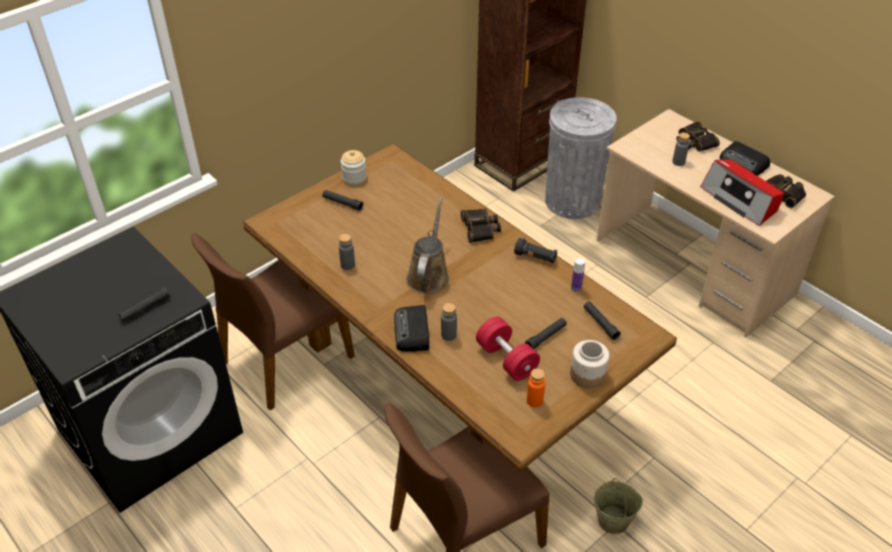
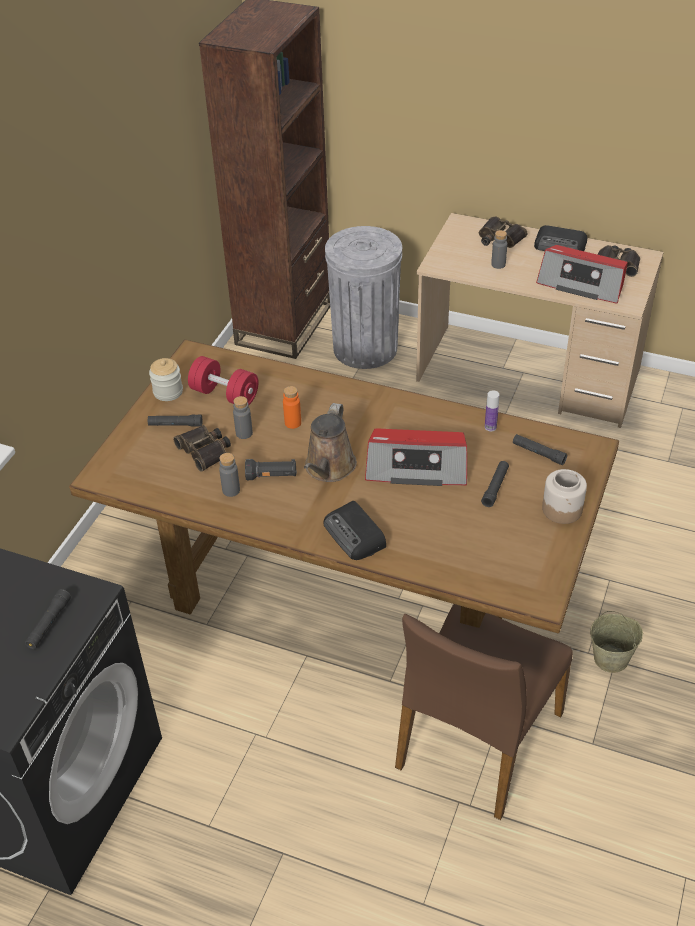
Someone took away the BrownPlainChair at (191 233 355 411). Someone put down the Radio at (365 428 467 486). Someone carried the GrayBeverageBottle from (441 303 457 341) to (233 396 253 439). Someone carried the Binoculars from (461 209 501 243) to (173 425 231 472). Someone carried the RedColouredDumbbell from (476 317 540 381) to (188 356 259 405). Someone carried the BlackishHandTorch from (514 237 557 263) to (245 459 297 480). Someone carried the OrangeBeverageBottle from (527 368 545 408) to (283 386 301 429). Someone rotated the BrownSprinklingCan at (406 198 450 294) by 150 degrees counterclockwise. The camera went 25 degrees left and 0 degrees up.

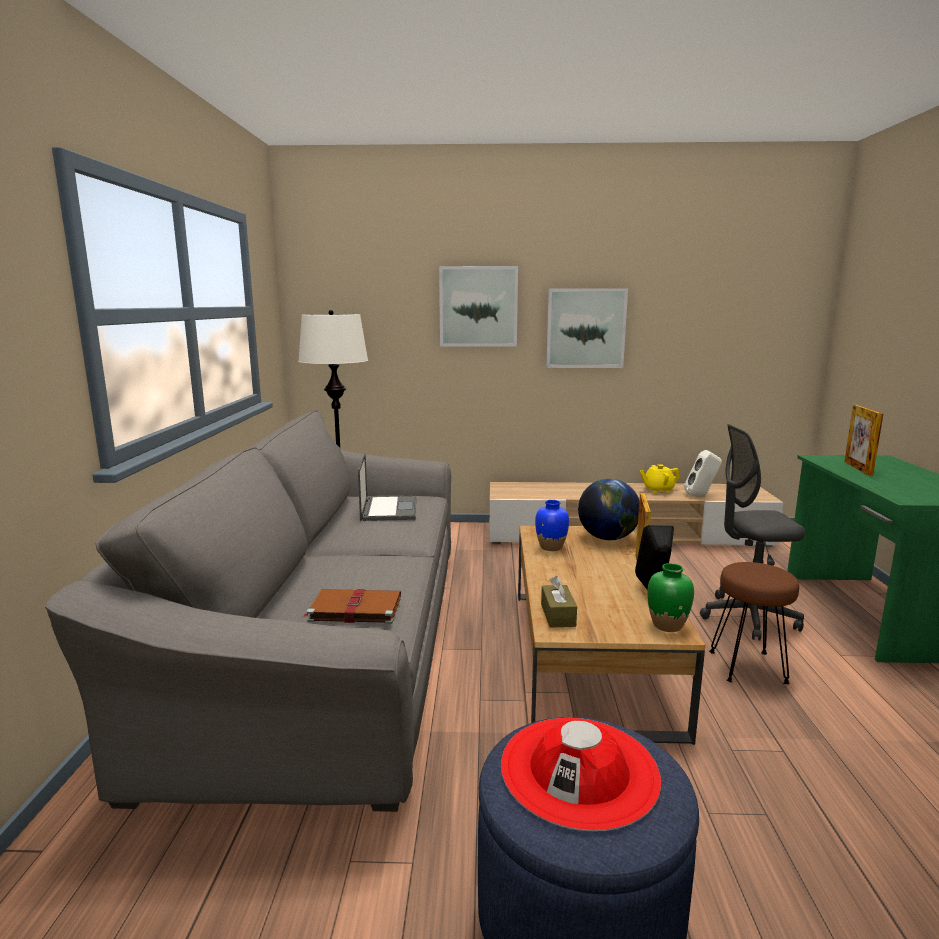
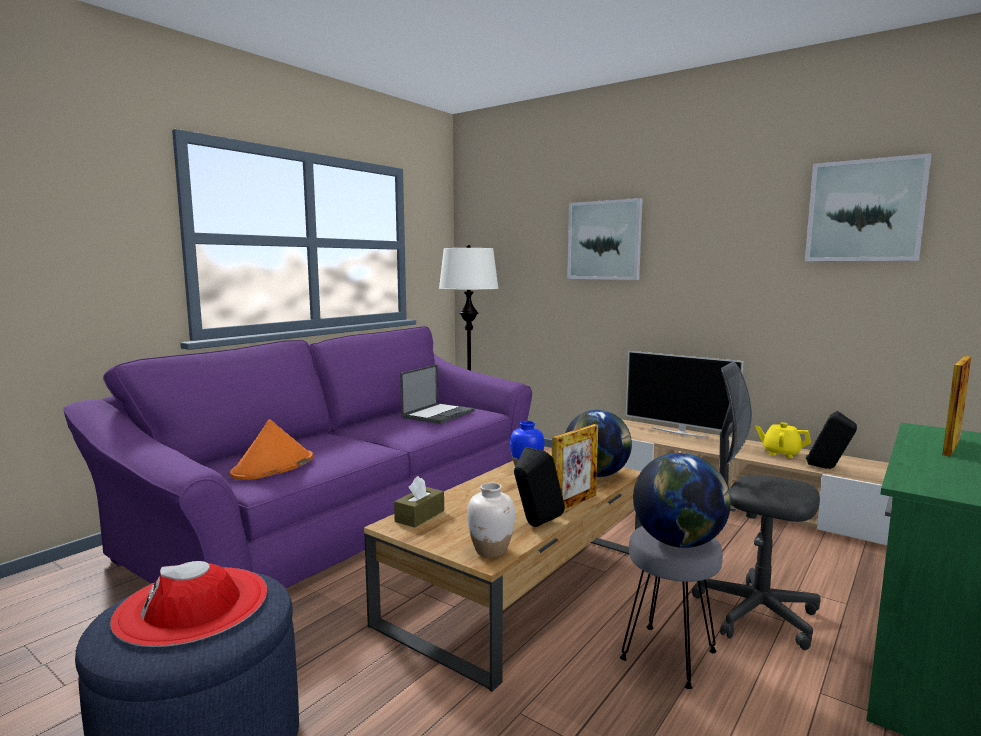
Someone put down the TvSet at (626 351 743 438). Someone put down the Globe at (633 453 731 548). Someone carried the Picture from (546 288 628 368) to (805 153 932 261). Someone swapped the BrownBook at (302 589 401 624) for the OrangeWearableHat at (230 419 313 480). Someone repainted the GraySofa at (45 410 451 812), which became the PurplishSofa at (64 326 532 588). Someone repainted the GreenishVase at (647 563 694 632), which became the WhitishVase at (467 482 515 558). Someone repainted the WhitishSpeaker at (684 450 722 496), which became the BlackishSpeaker at (806 411 857 469). Someone repainted the BrownStool at (709 562 799 684), which became the GrayStool at (620 526 723 689). The camera went 35 degrees right and 5 degrees down.

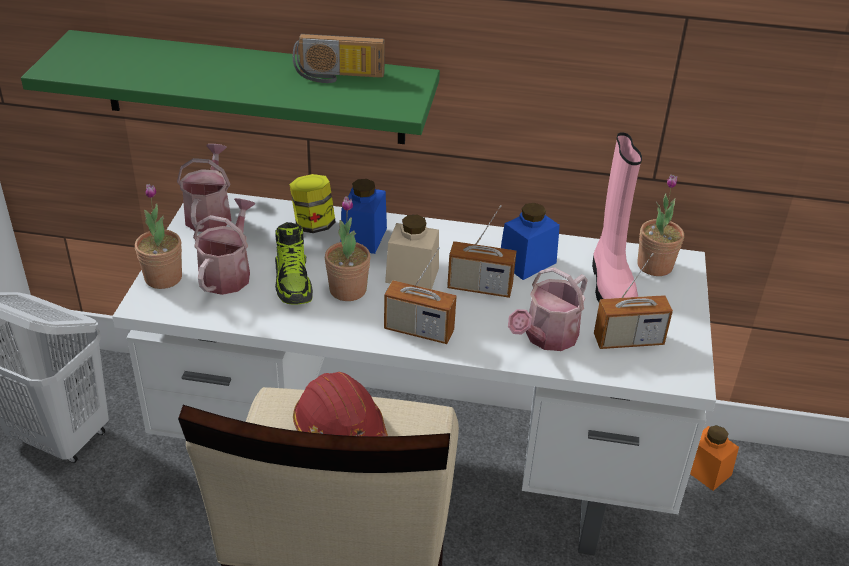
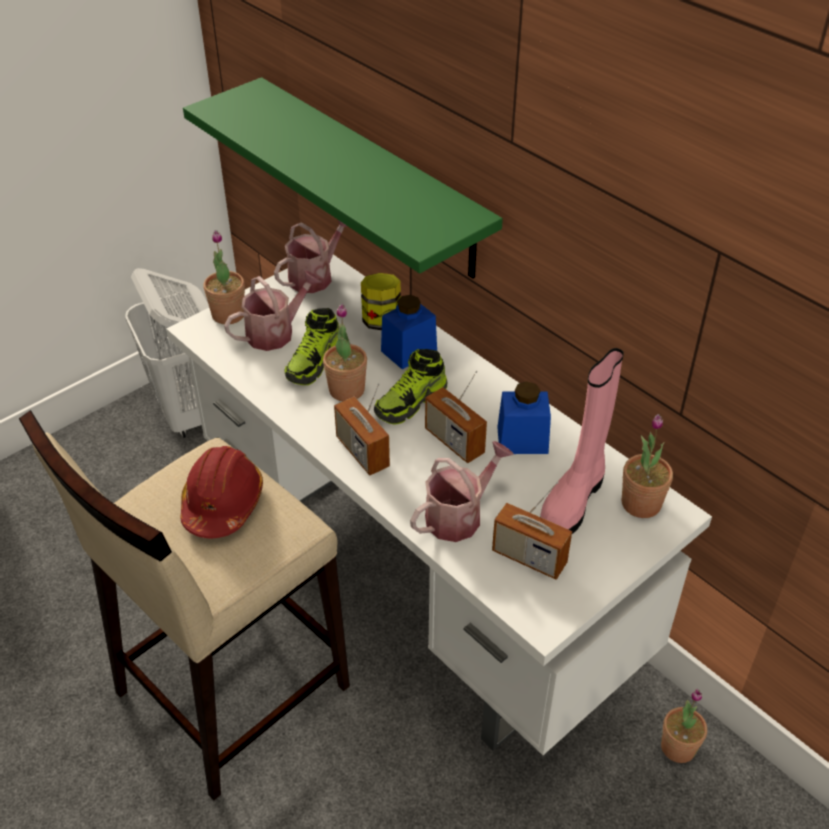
Someone took away the Radio at (292 34 385 83). Someone swapped the BeigeColouredStorageJar at (385 215 439 289) for the LowShoe at (374 349 447 425). Someone swapped the OrangeStorageJar at (690 425 739 491) for the PlantInAPot at (661 689 707 763). Someone rotated the SprinklingCan at (508 267 588 351) by 150 degrees clockwise. The camera went 40 degrees right and 5 degrees up.

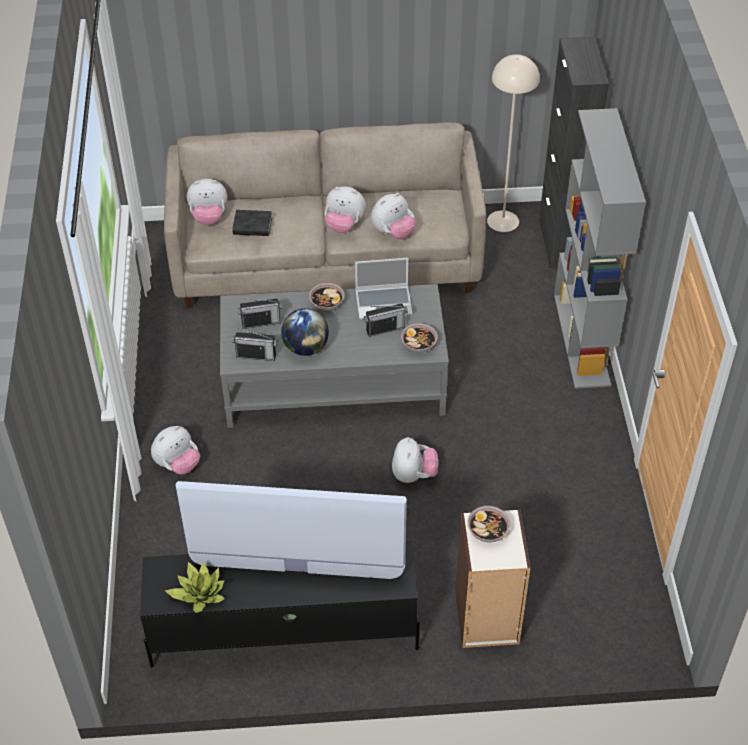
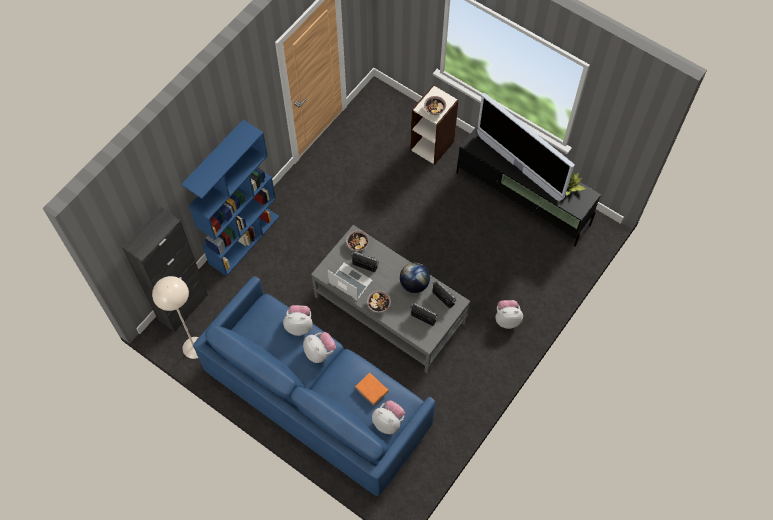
Someone took away the PlushToy at (392 437 438 483). Someone repainted the BeigeColouredSofa at (164 122 487 308), which became the BluishSofa at (193 276 435 496). Someone repainted the BlackishBook at (232 210 272 236), which became the OrangeBook at (355 373 389 406). Someone repainted the GrayShelvingUnit at (554 108 646 389), which became the BluishShelvingUnit at (181 119 279 276). The camera went 140 degrees left and 15 degrees up.

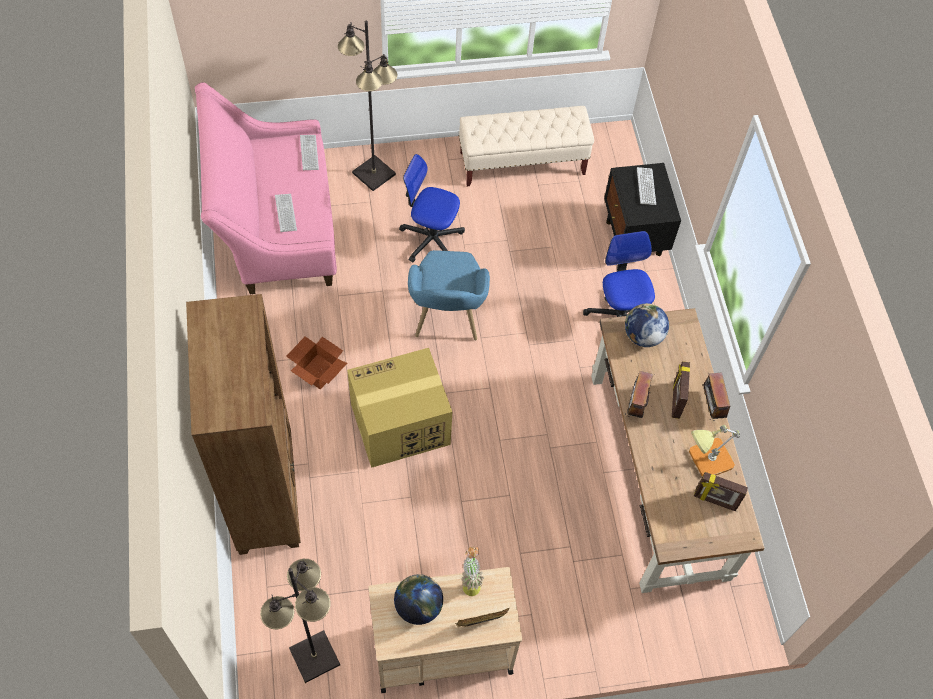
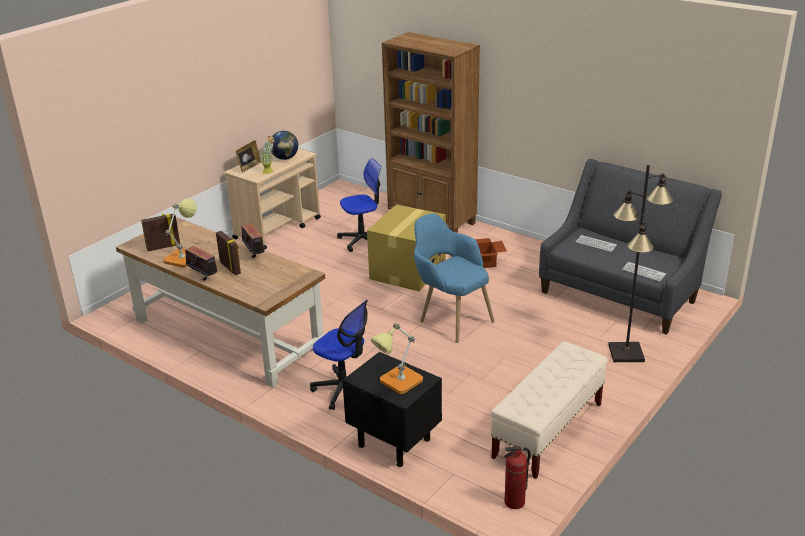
Someone took away the BlackishFloorLamp at (260 559 340 683). Someone took away the Globe at (625 303 669 347). Someone put down the FireFightingCylinder at (504 445 530 509). Someone carried the ComputerChair from (399 154 465 263) to (337 158 381 252). Someone swapped the ComputerKeyboard at (637 167 656 205) for the TabletopLamp at (371 323 423 394). Someone repainted the PinkSofa at (195 82 337 294), which became the GraySofa at (539 159 722 335). The camera went 140 degrees right and 30 degrees down.

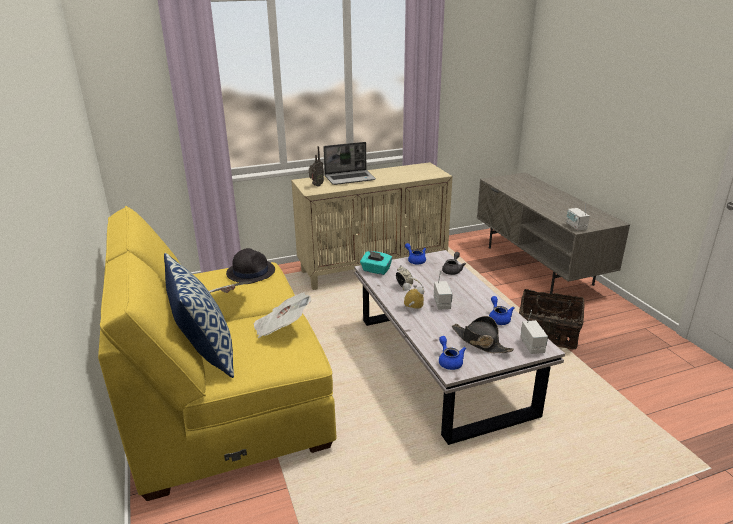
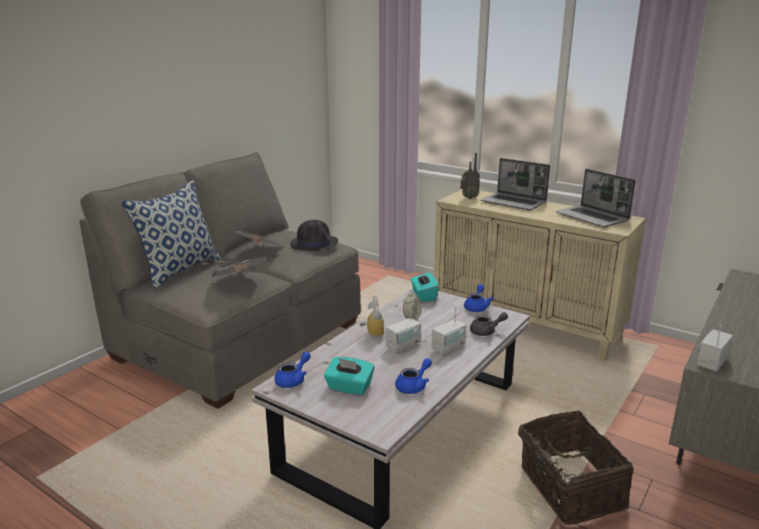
Someone put down the NotebookComputer at (556 169 636 228). Someone carried the Radio from (520 310 548 354) to (431 306 466 354). Someone swapped the BlackishWearableHat at (452 316 514 353) for the TurquoiseTissueBox at (324 357 375 395). Someone repainted the YellowColouredSofa at (98 206 337 501), which became the GraySofa at (80 152 361 409). The camera went 55 degrees right and 5 degrees down.

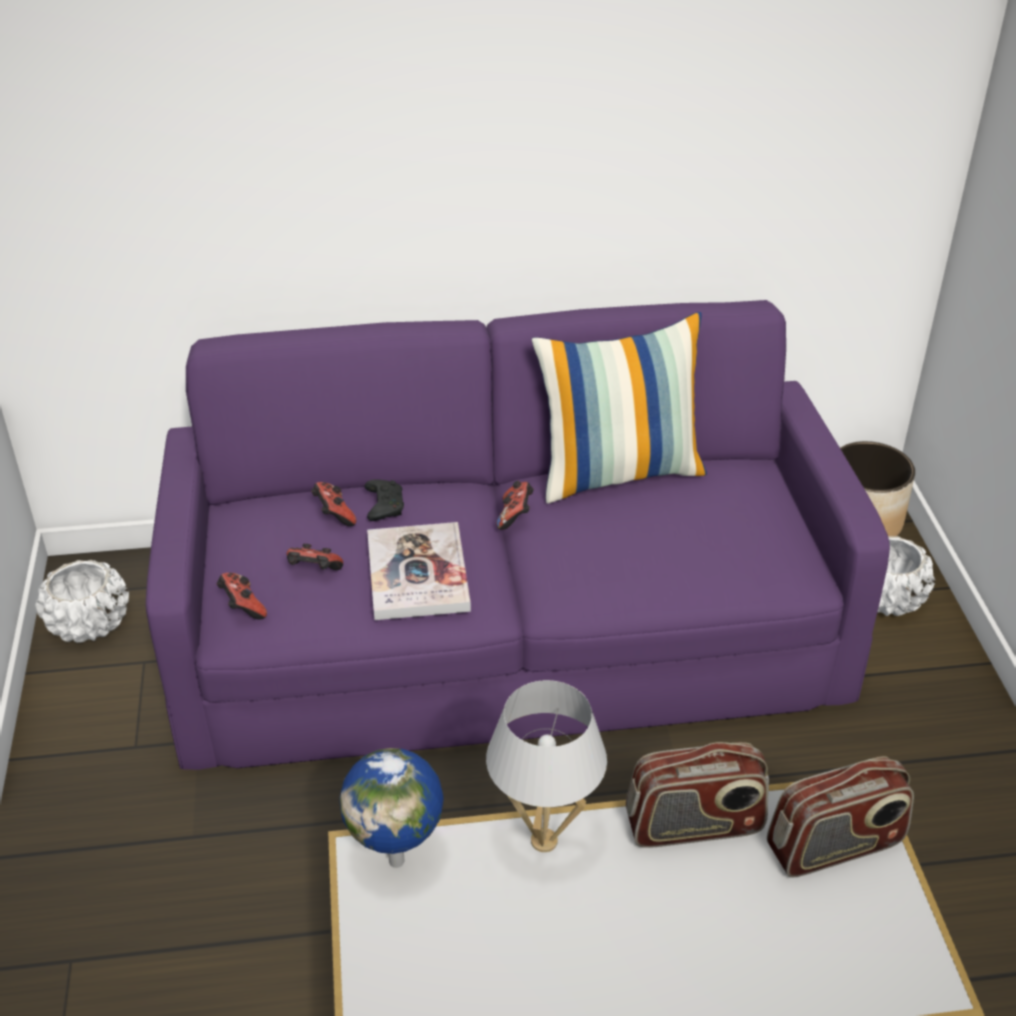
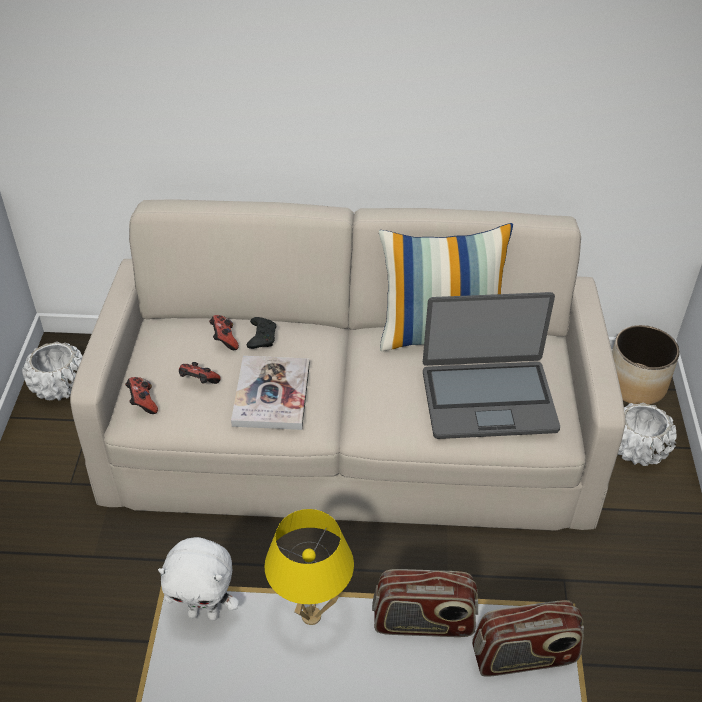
Someone took away the Gamepad at (496 481 534 530). Someone put down the NotebookComputer at (423 292 560 439). Someone swapped the Globe at (340 748 444 868) for the WhitishPlushToy at (158 537 239 621). Someone repainted the PurplishSofa at (146 300 890 770), which became the BeigeColouredSofa at (70 199 625 531). Someone repainted the WhitishTabletopLamp at (486 680 607 852), which became the YellowColouredTabletopLamp at (264 509 354 625). The camera went 10 degrees right and 5 degrees up.

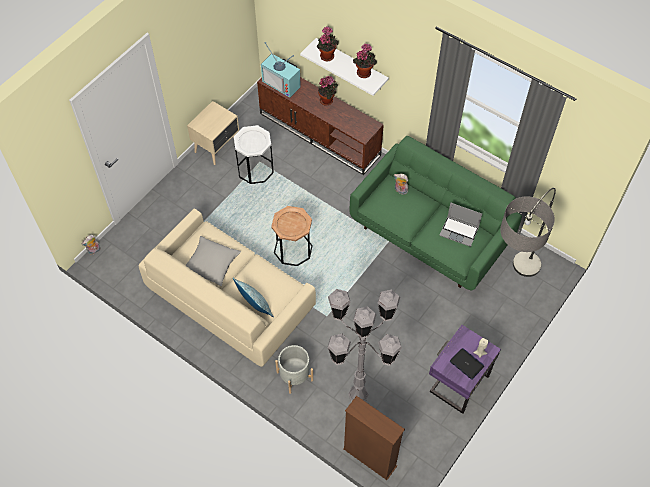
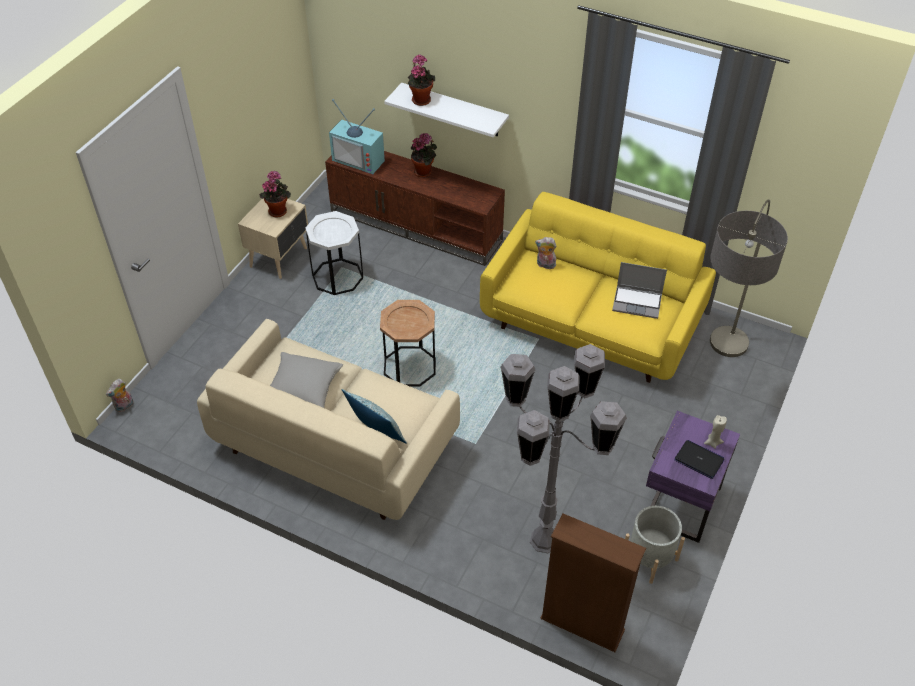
Someone carried the GrayFlowerPot from (275 345 313 394) to (625 506 685 584). Someone carried the PlantInAPot from (353 43 377 78) to (259 171 291 217). Someone repainted the GreenishSofa at (350 136 522 290), which became the YellowColouredSofa at (480 192 716 383). The camera went 10 degrees left and 10 degrees down.

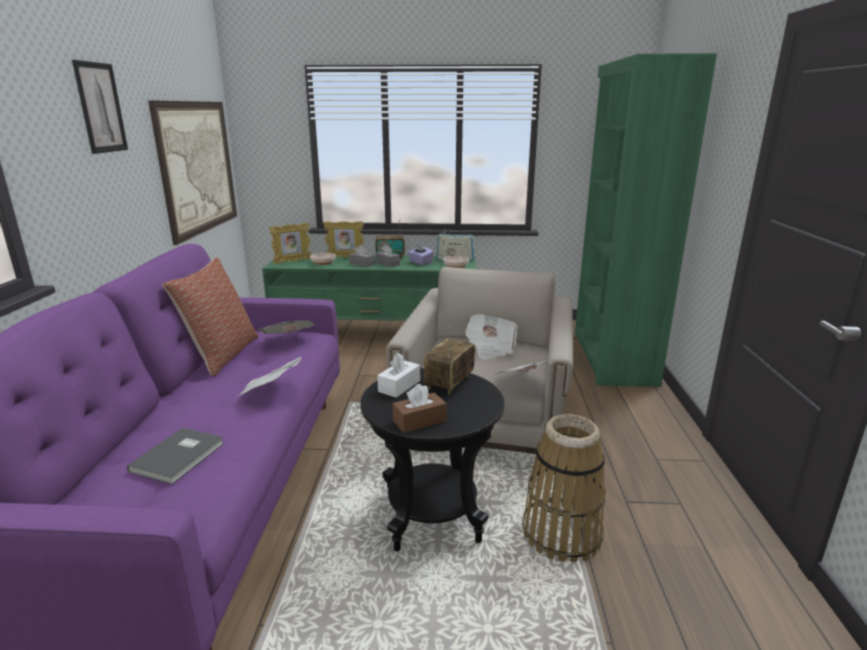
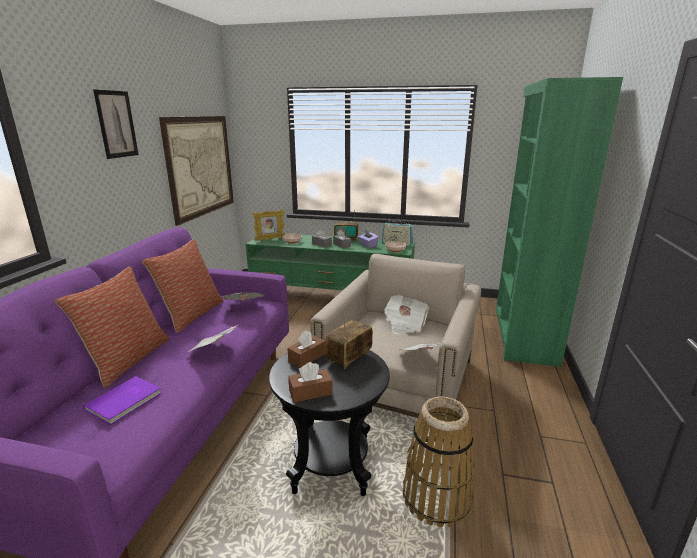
Someone took away the StandingFrame at (324 221 365 258). Someone put down the Cushion at (55 266 169 388). Someone repainted the GrayBook at (127 428 224 484), which became the PurplishBook at (83 376 162 425). Someone repainted the WhitishTissueBox at (377 353 420 398), which became the BrownTissueBox at (287 331 325 368). The camera went 10 degrees right and 0 degrees up.

